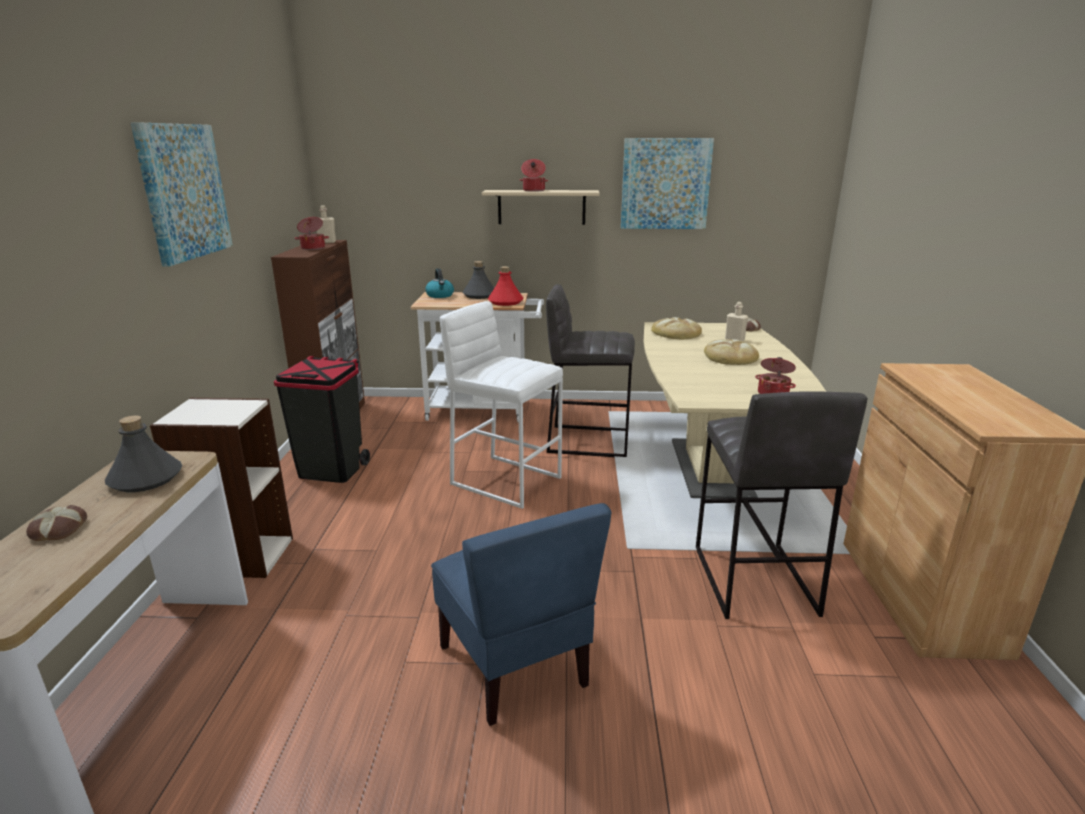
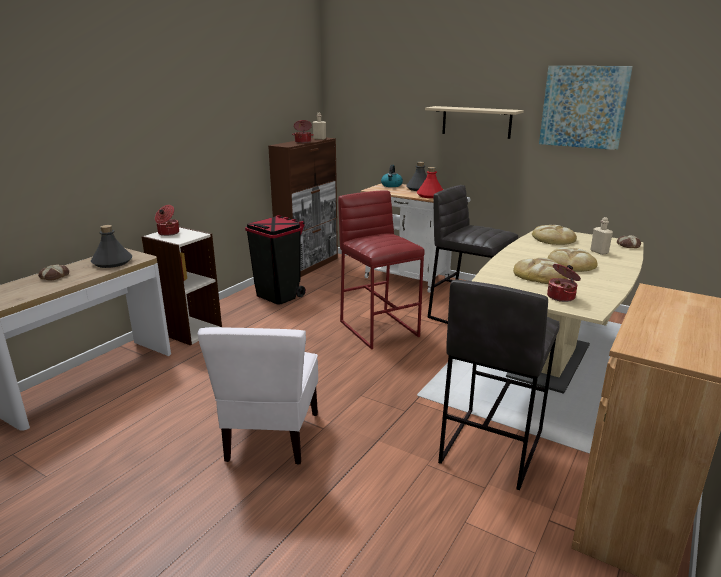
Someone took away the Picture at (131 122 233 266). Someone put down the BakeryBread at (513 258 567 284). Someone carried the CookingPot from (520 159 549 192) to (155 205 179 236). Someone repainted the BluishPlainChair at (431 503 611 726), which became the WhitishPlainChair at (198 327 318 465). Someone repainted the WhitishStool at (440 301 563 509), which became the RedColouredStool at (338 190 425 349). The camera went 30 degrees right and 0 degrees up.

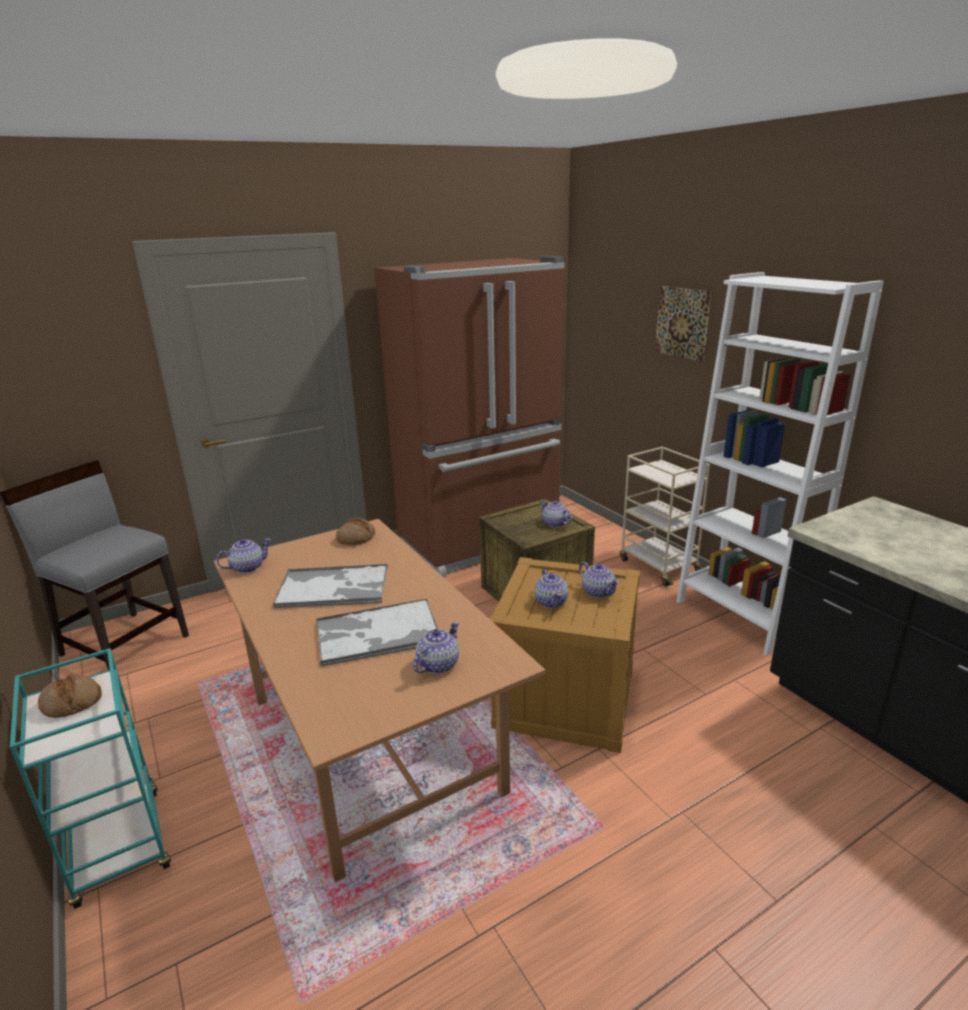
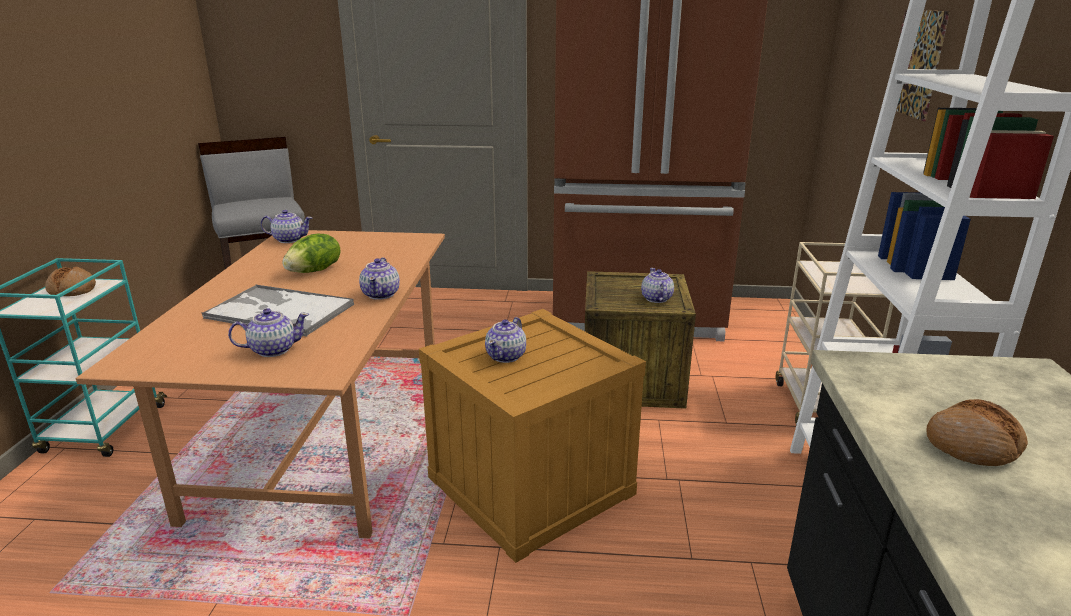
Someone carried the BakeryBread from (336 518 375 545) to (926 399 1028 466). Someone carried the PotForTea from (579 562 620 598) to (359 257 400 300). Someone swapped the Tray at (273 564 388 608) for the Lettuce at (282 234 341 273). The camera went 35 degrees right and 0 degrees up.

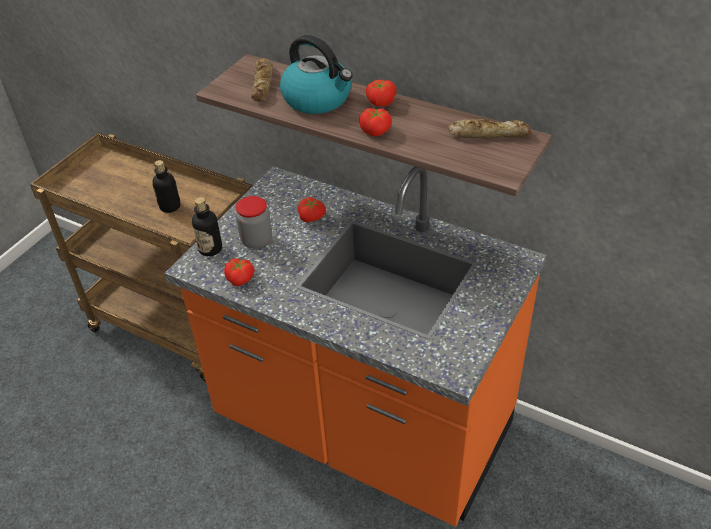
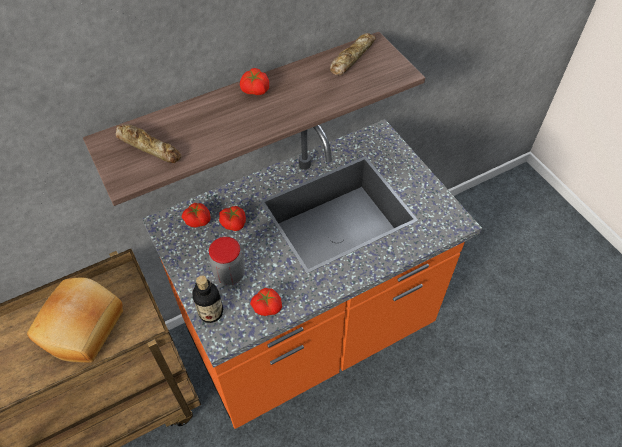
Someone took away the Kettle at (280 35 353 114). Someone carried the FreshTomato from (359 108 392 137) to (182 203 211 227). Someone swapped the BeverageBottle at (153 160 181 213) for the BakeryBread at (27 278 123 363). The camera went 60 degrees left and 10 degrees up.

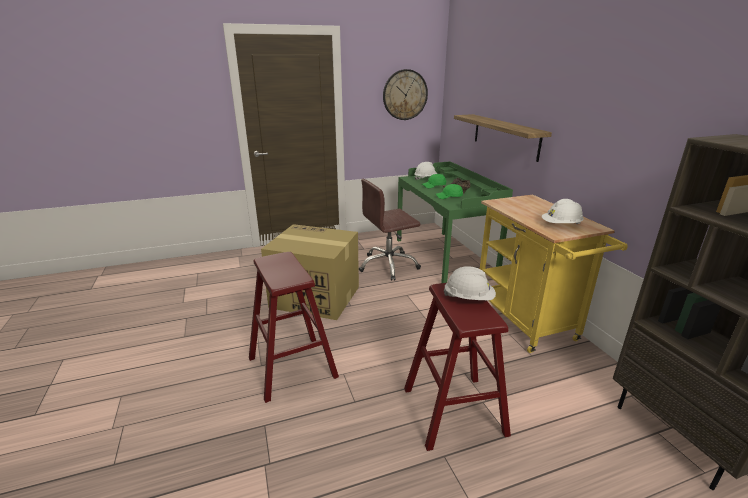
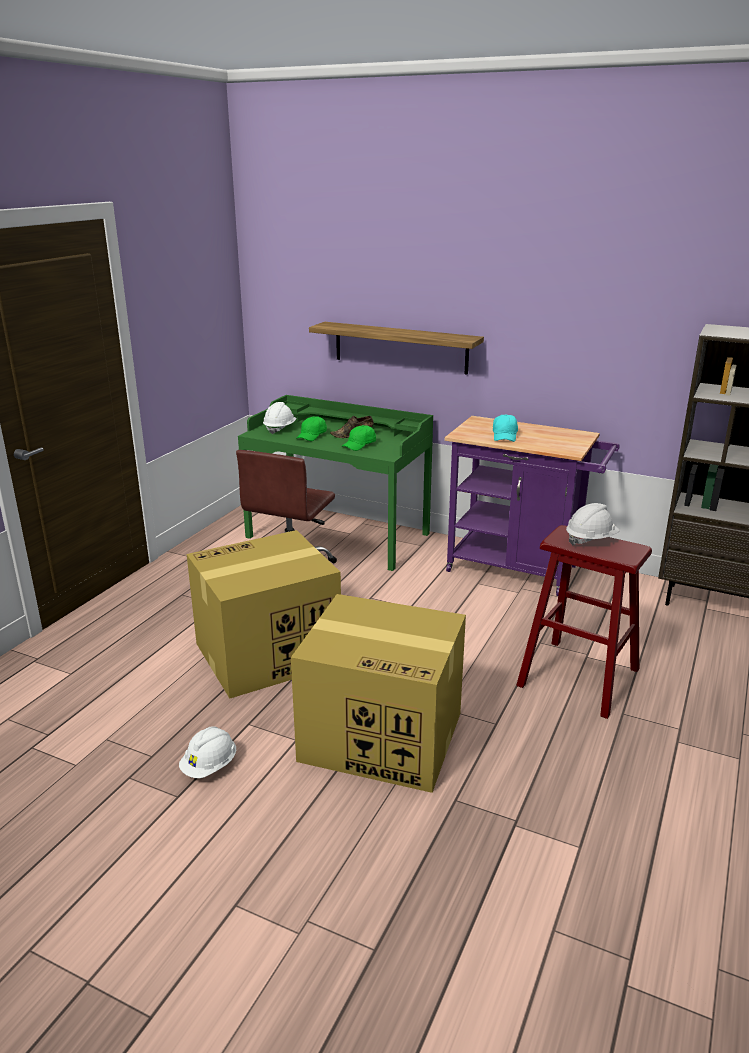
Someone took away the WallClock at (383 69 428 120). Someone put down the TurquoiseBaseballCap at (493 414 518 442). Someone carried the WhitishHardHat from (542 199 584 224) to (179 726 236 778). Someone swapped the RedColouredStool at (249 252 339 403) for the PackingBox at (291 594 466 793). Someone repainted the YellowColouredWheeledCart at (480 195 628 353), which became the PurplishWheeledCart at (444 416 620 596). The camera went 45 degrees left and 0 degrees up.

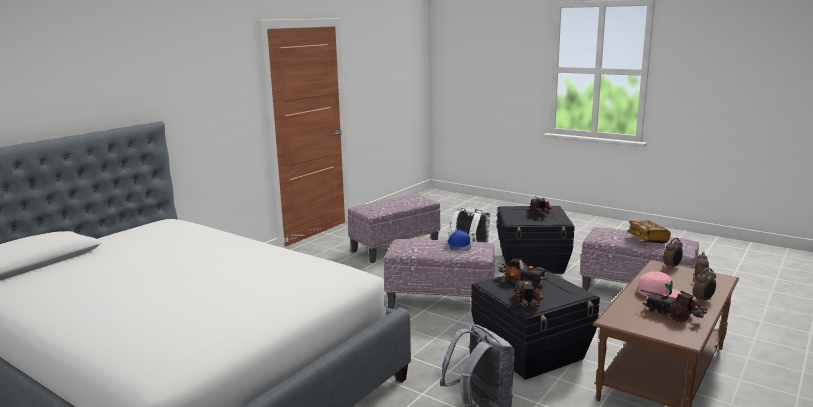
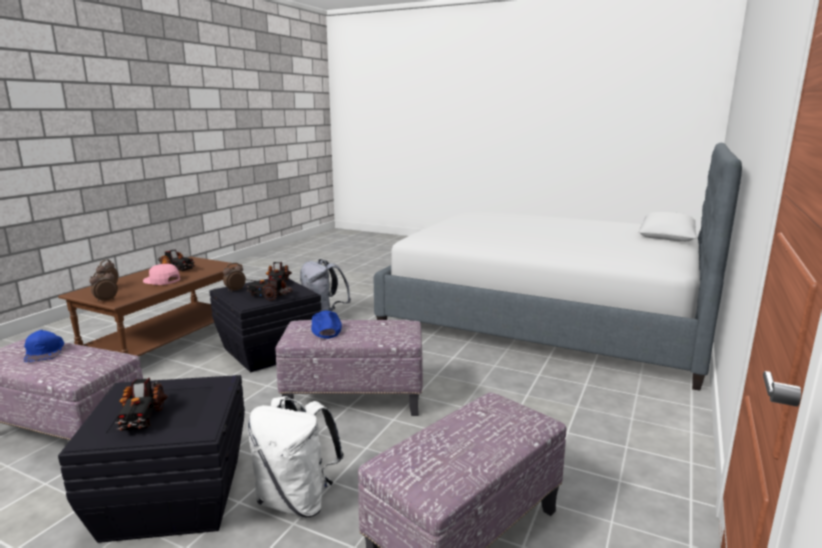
Someone carried the AlarmClock from (693 268 716 303) to (223 263 246 292). Someone swapped the Book at (627 220 671 243) for the BluishBaseballCap at (24 330 64 362). The camera went 170 degrees right and 0 degrees up.

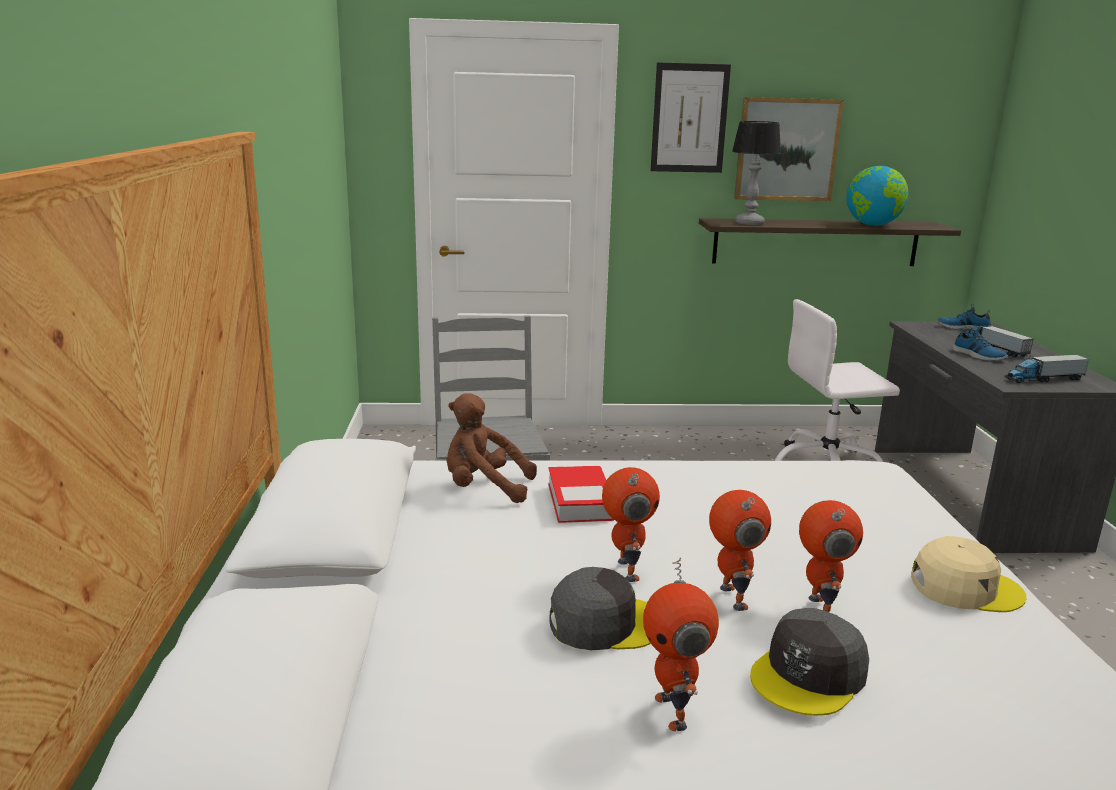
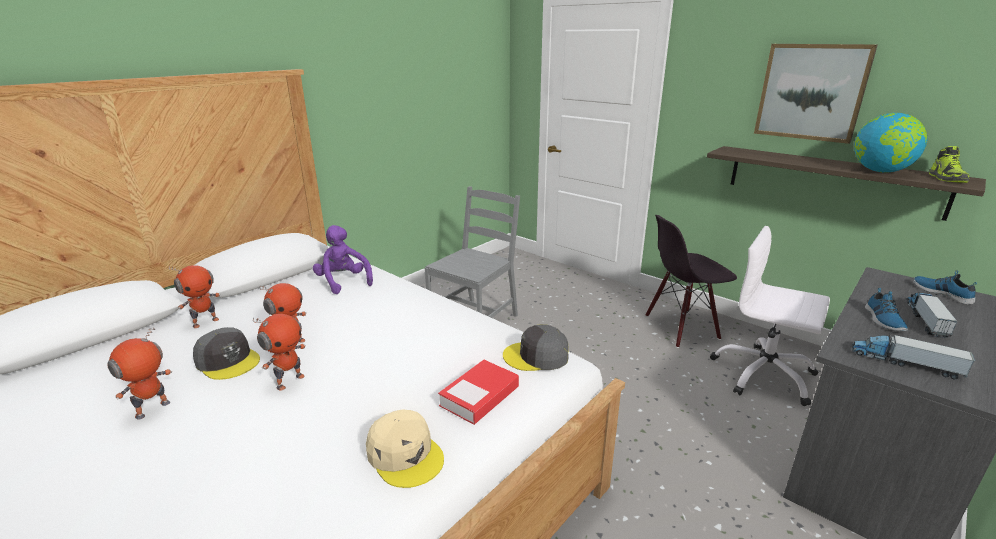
Someone took away the Picture at (651 62 731 173). Someone took away the TabletopLamp at (732 121 781 225). Someone put down the BlackishPlainChair at (646 215 737 348). Someone put down the LowShoe at (929 146 970 183). Someone carried the Book from (548 466 614 523) to (438 360 519 425). Someone carried the GrayBaseballCap from (750 608 869 716) to (503 324 569 371). Someone carried the ToyRobot from (799 500 863 612) to (169 265 220 328). Someone repainted the BrownPlushToy at (446 393 537 503), which became the PurplishPlushToy at (313 225 373 294). The camera went 45 degrees right and 5 degrees up.

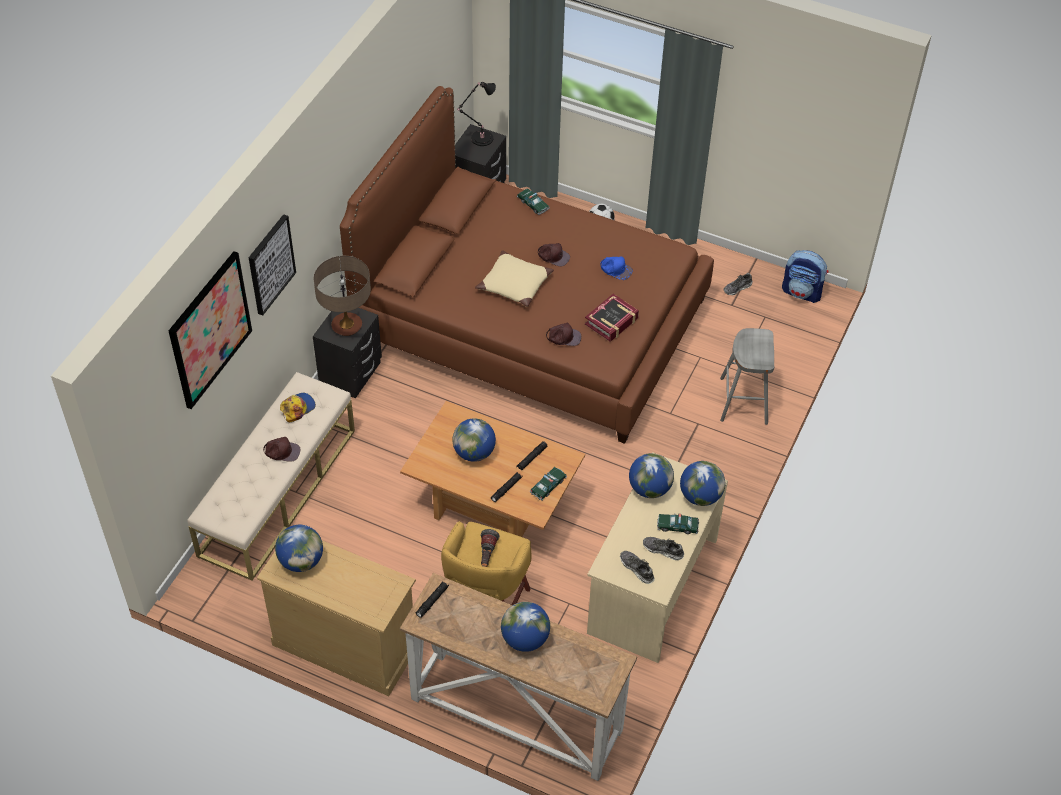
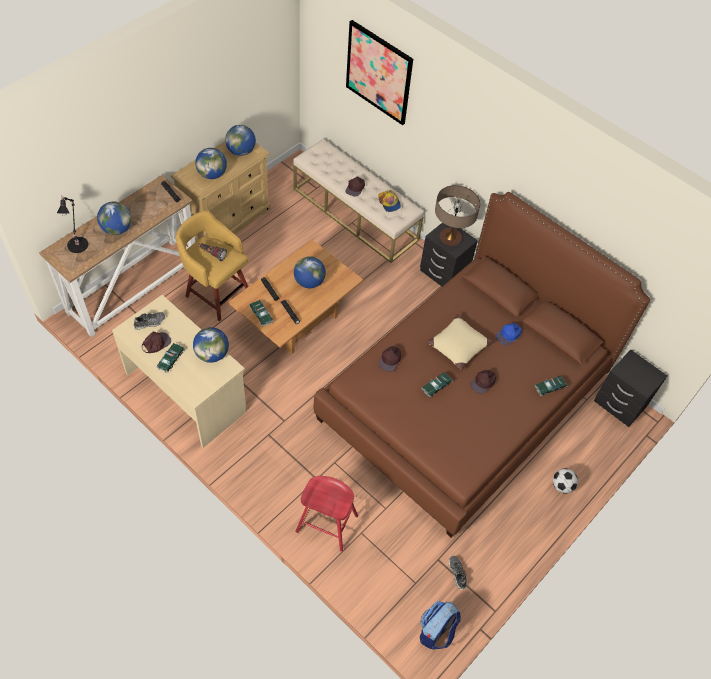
Someone took away the Picture at (248 214 296 316). Someone took away the Book at (585 294 639 342). Someone put down the MiniatureCar at (422 372 453 397). Someone carried the BlackishTabletopLamp from (457 82 496 146) to (57 196 88 253). Someone carried the BluishBaseballCap from (600 257 633 280) to (496 323 522 345). Someone carried the Globe from (680 461 725 506) to (195 148 227 179). Someone swapped the LowShoe at (643 537 684 560) for the BrownBaseballCap at (142 332 171 353). Someone repainted the GrayStool at (720 328 774 425), which became the RedColouredStool at (295 476 358 552). The camera went 105 degrees right and 5 degrees up.

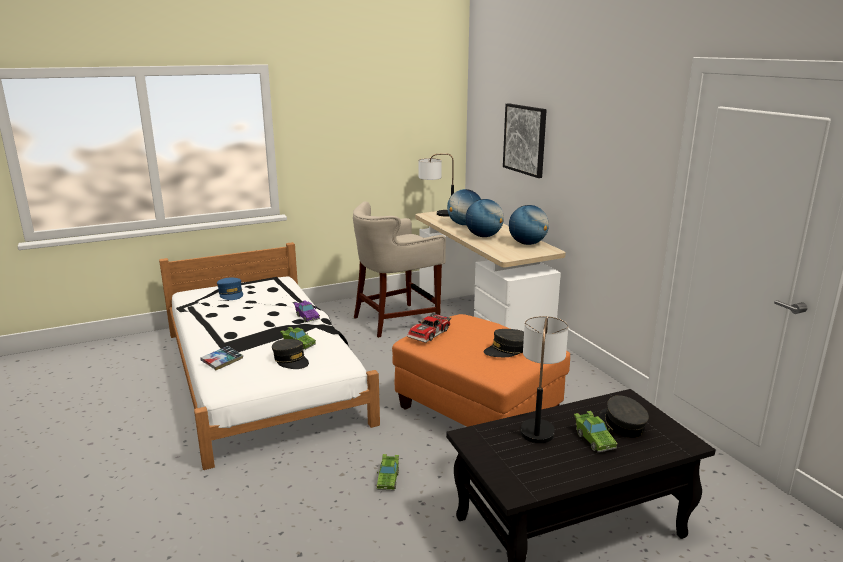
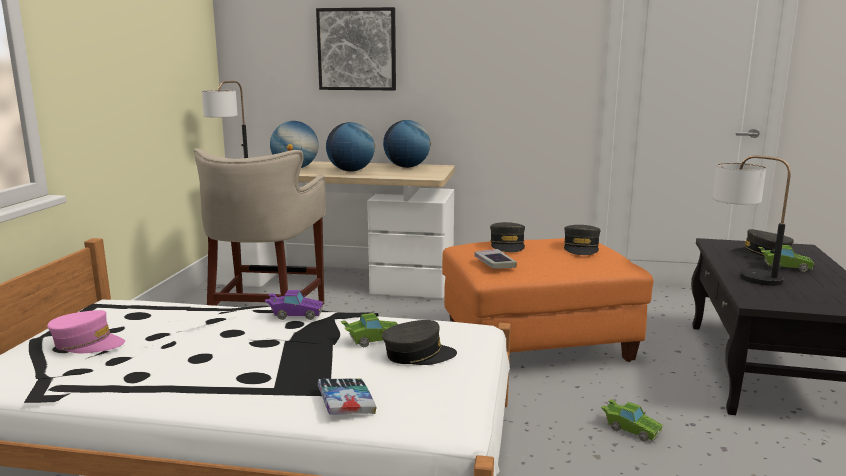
Someone put down the GrayBaseballCap at (490 222 525 252). Someone swapped the MiniatureCar at (407 313 451 343) for the Book at (474 249 517 268). Someone repainted the BluishBaseballCap at (217 278 243 300), which became the PinkBaseballCap at (47 310 125 353). The camera went 55 degrees left and 5 degrees down.

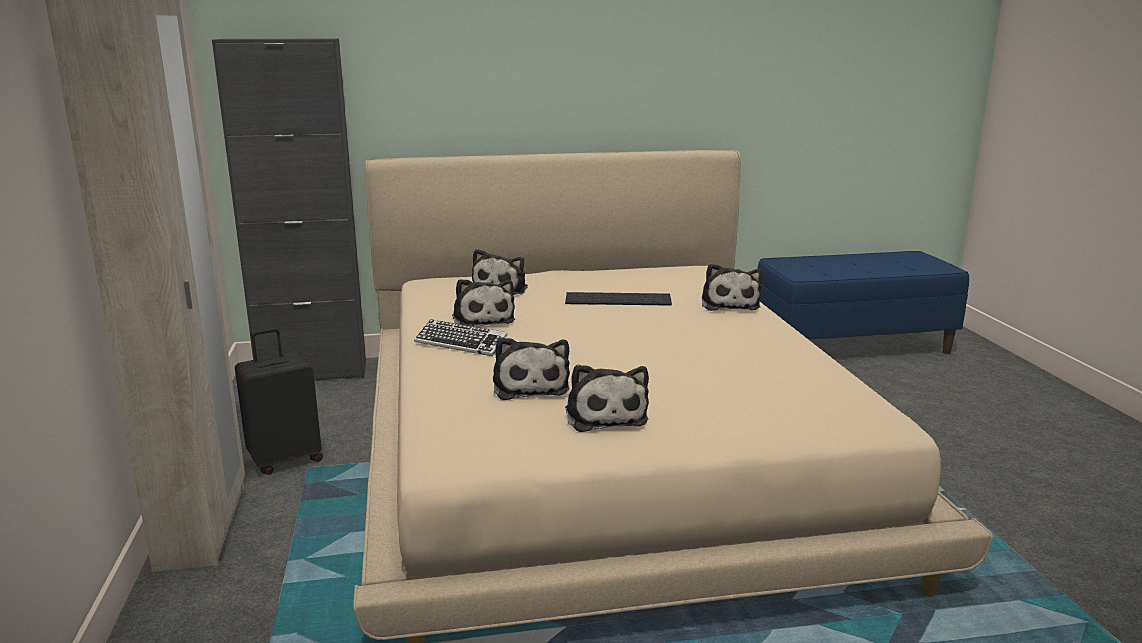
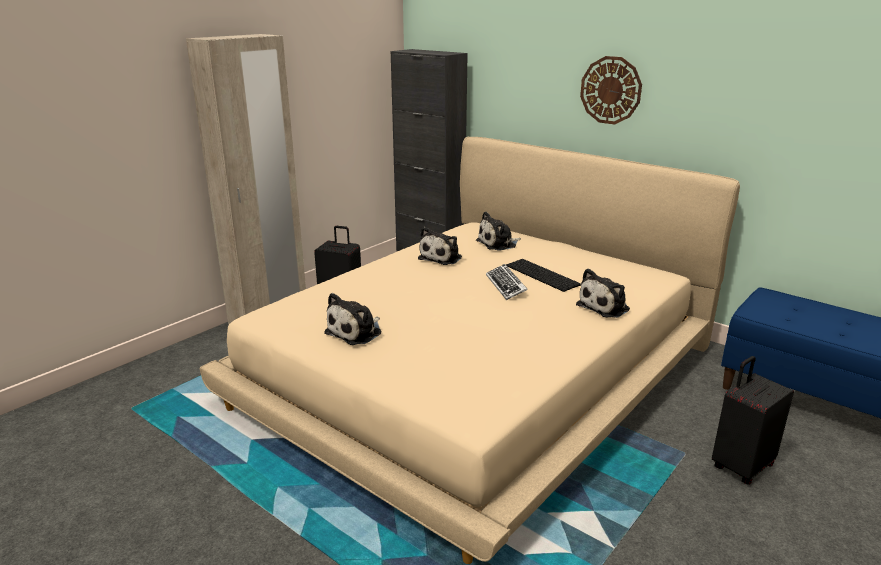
Someone took away the PlushToy at (493 337 570 400). Someone put up the WallClock at (580 56 642 125). Someone put down the BlackishTravelCase at (712 356 794 485). Someone carried the ComputerKeyboard from (414 319 508 356) to (486 264 527 300). The camera went 50 degrees right and 5 degrees up.

